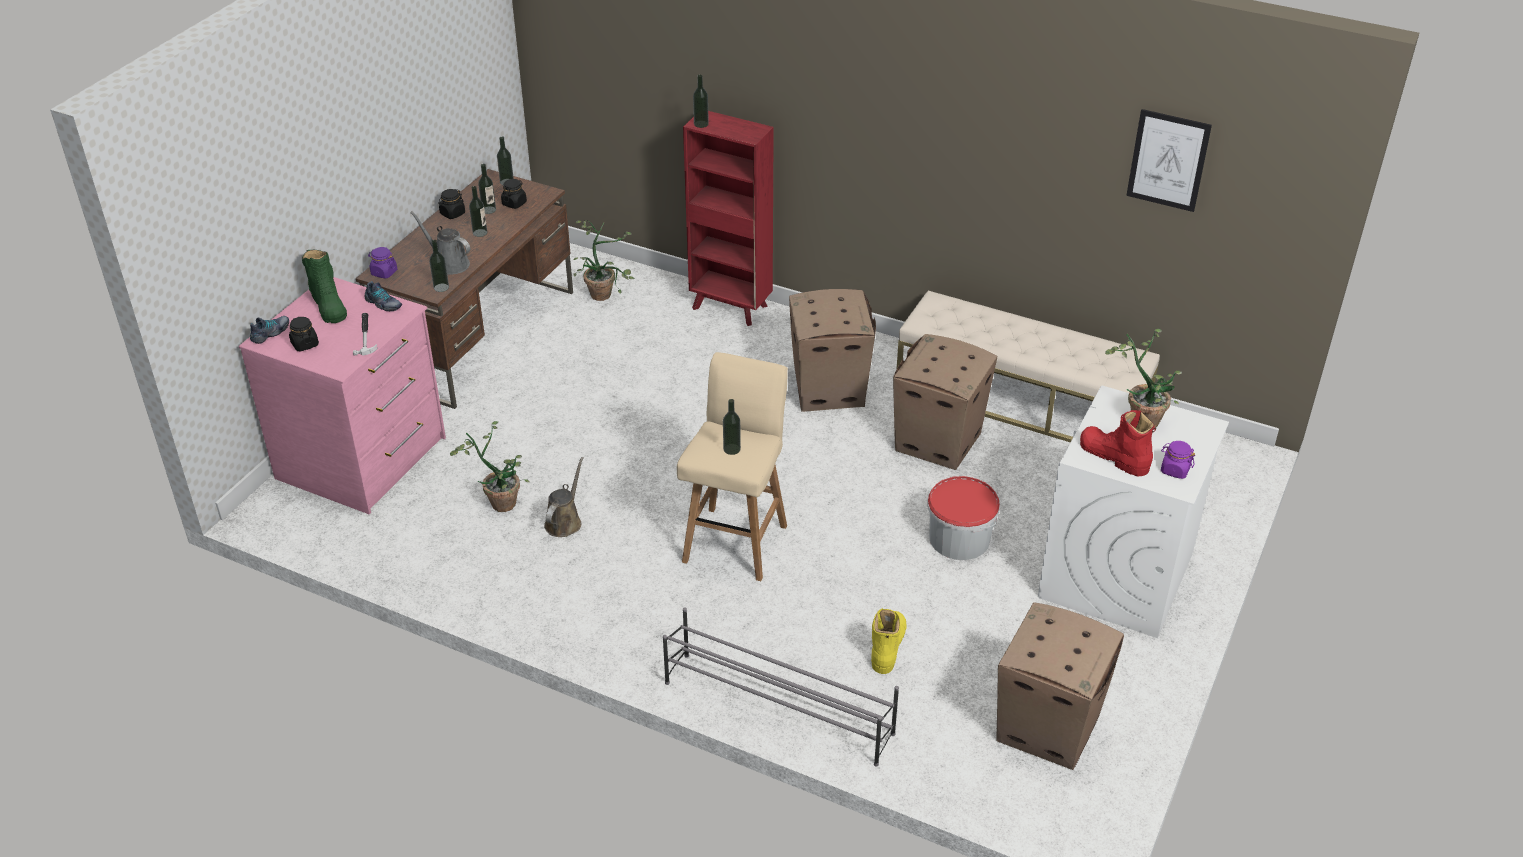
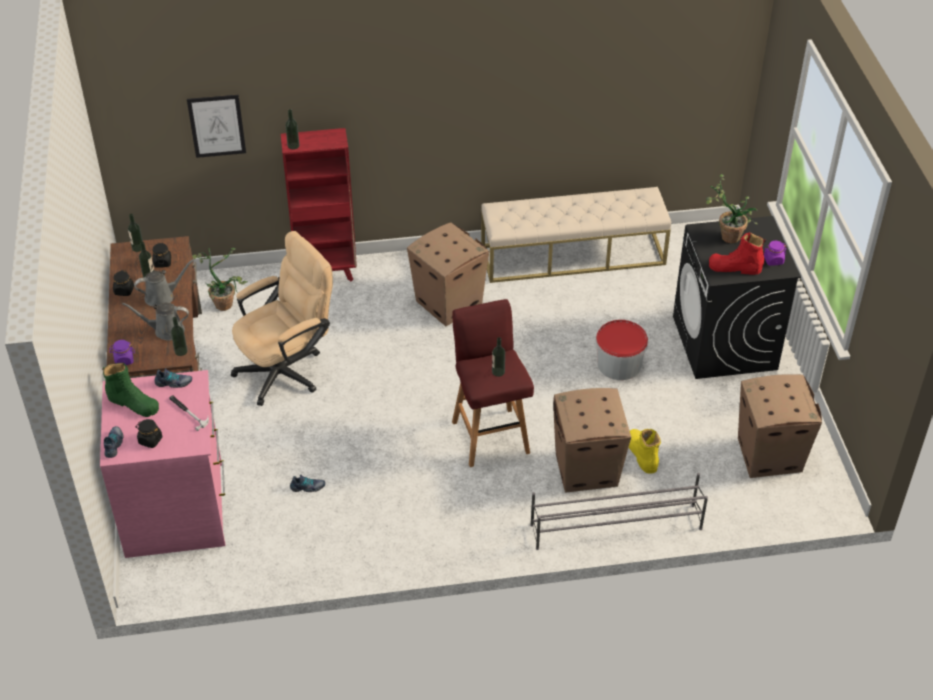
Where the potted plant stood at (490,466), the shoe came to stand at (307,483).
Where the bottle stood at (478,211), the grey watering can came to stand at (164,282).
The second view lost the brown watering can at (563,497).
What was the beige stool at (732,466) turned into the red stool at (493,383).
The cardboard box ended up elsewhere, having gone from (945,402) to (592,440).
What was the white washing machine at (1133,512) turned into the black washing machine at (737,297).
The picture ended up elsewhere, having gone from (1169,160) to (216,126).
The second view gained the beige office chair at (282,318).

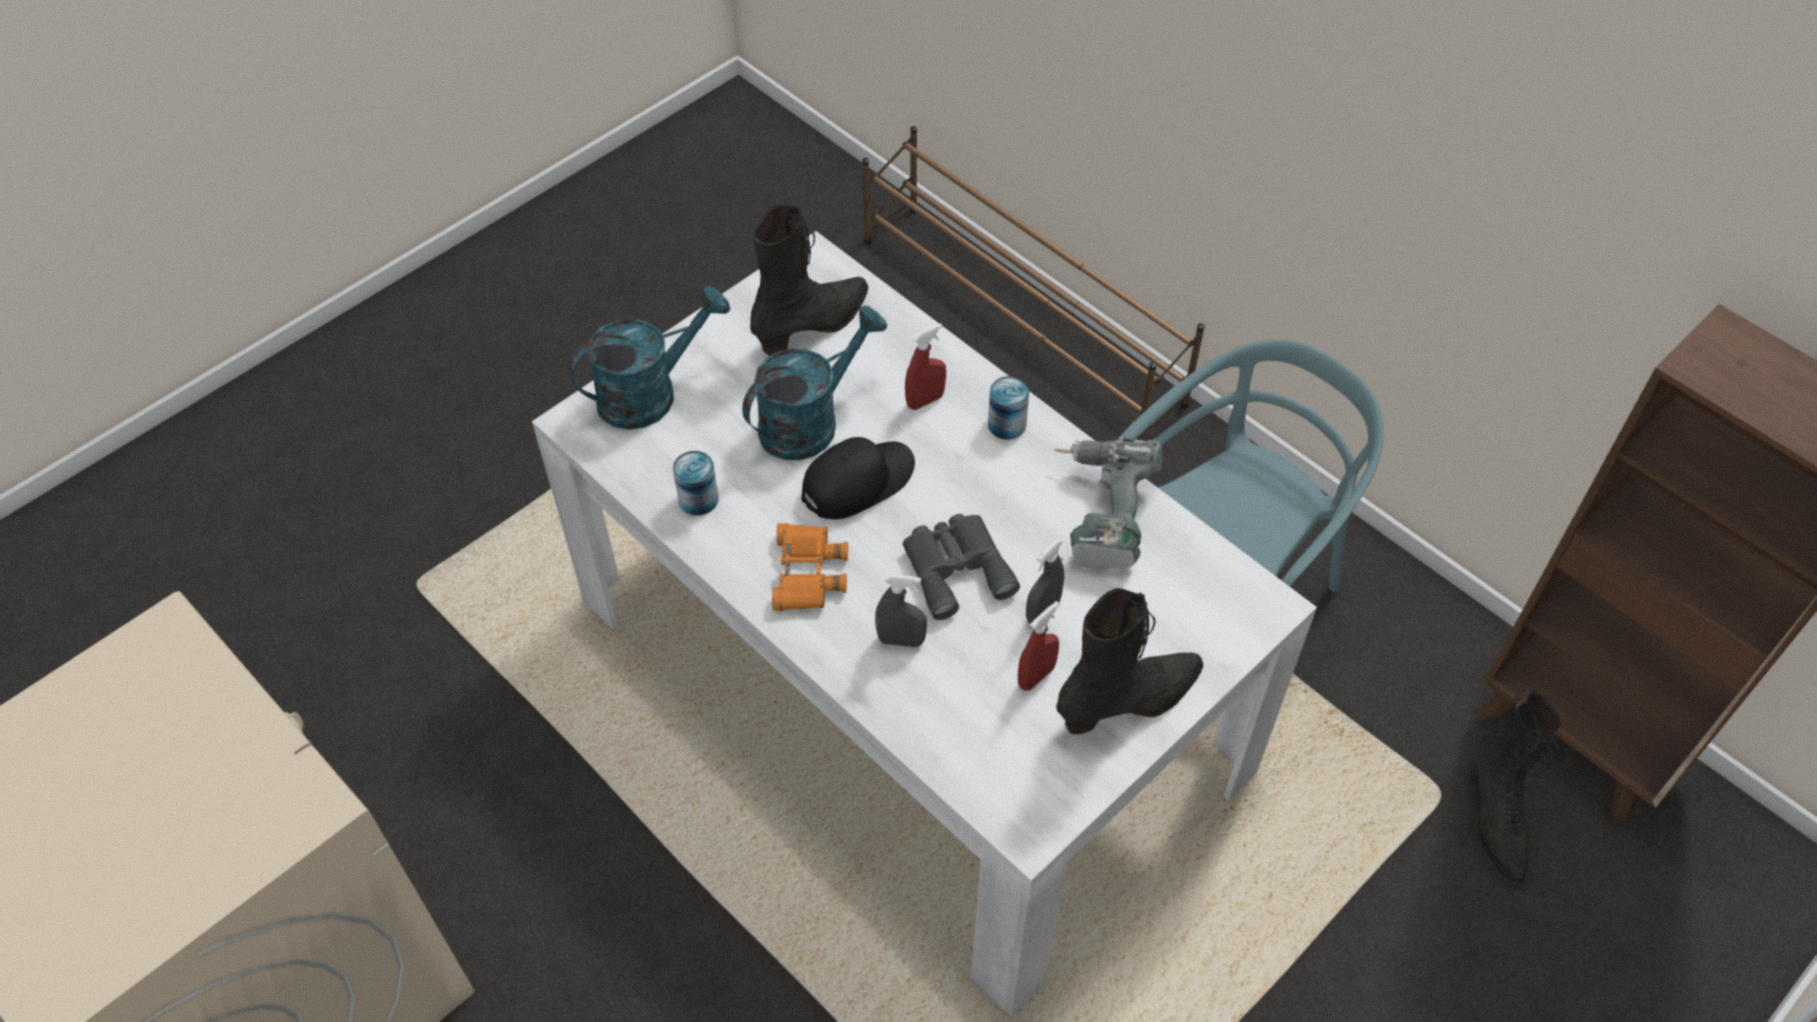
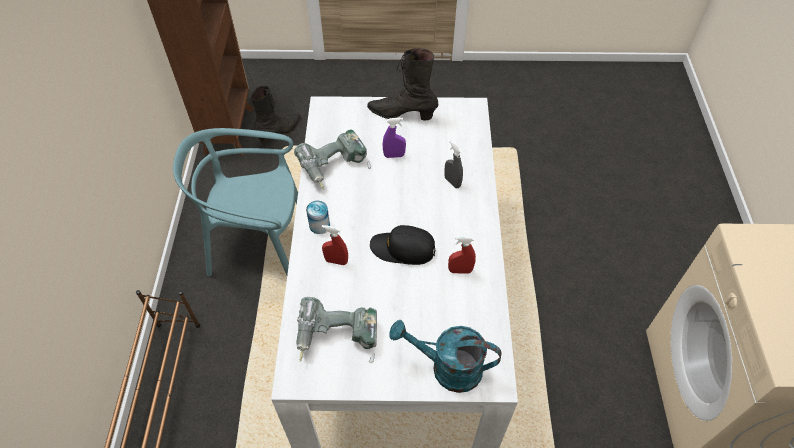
The second view lost the can at (696,483).
The second view lost the turquoise watering can at (814,382).
Where the black boot stood at (809,280), the power drill came to stand at (336,330).
The second view lost the orange binoculars at (810,567).
The second view lost the grey binoculars at (961,567).
The red spray bottle ended up elsewhere, having gone from (1038,646) to (462,255).
What was the grey spray bottle at (1045,581) turned into the purple spray bottle at (394,138).

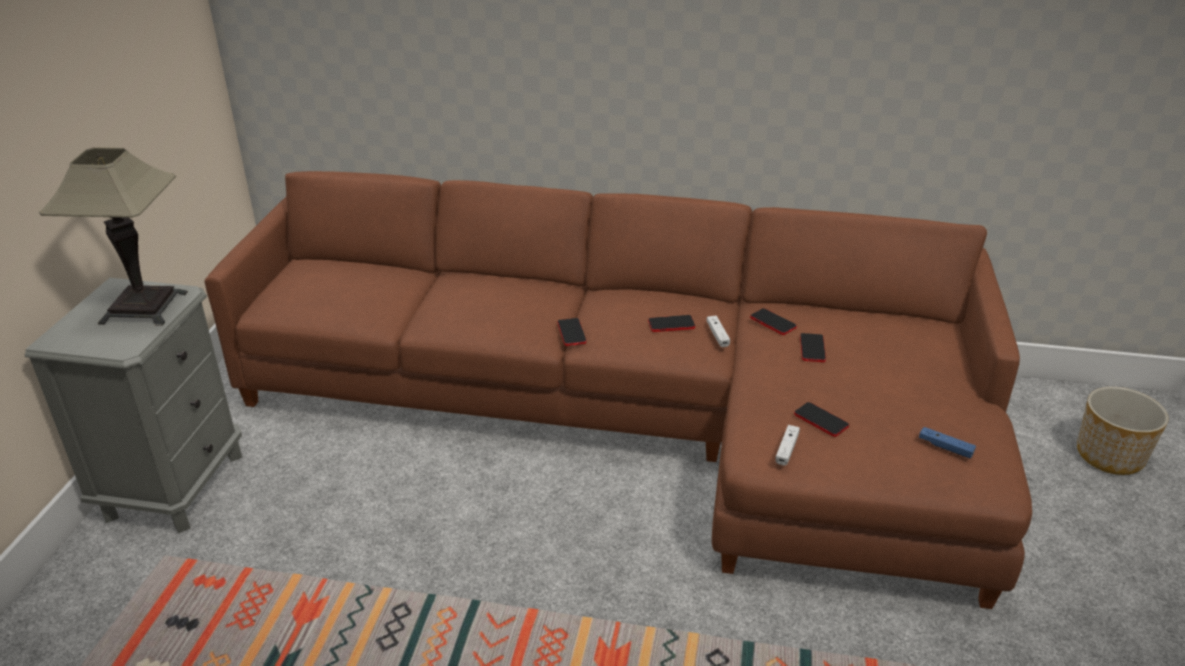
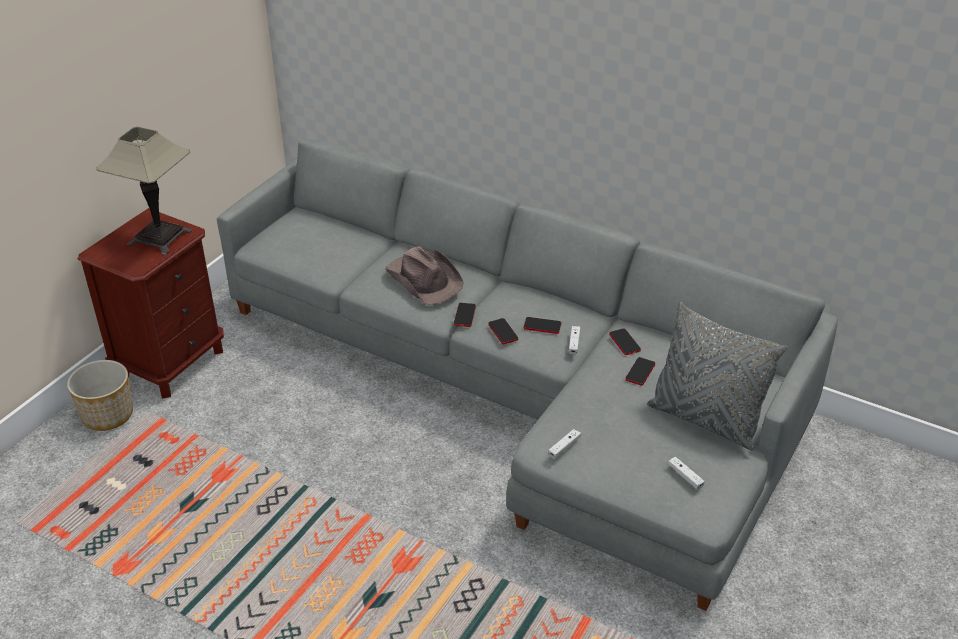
What was the grey nightstand at (133,405) turned into the brown nightstand at (151,303).
What was the brown sofa at (618,390) turned into the grey sofa at (527,375).
The phone ended up elsewhere, having gone from (821,419) to (503,331).
What was the blue game controller at (947,442) turned into the white game controller at (686,473).
The planter ended up elsewhere, having gone from (1123,431) to (100,395).
The second view gained the brown hat at (424,275).
The second view gained the grey pillow at (717,376).

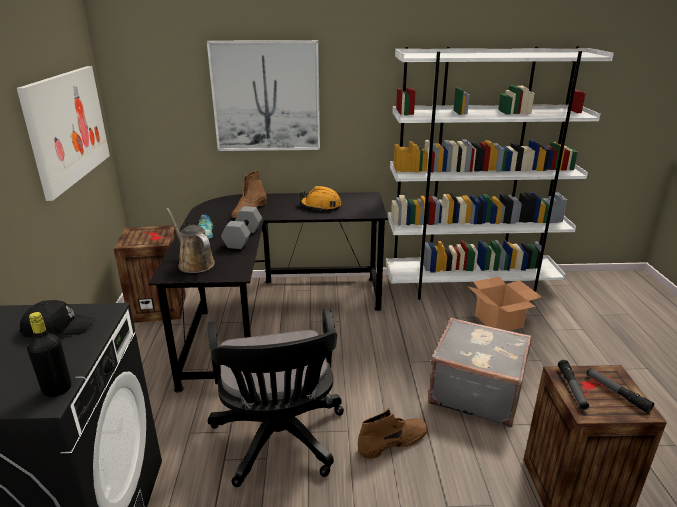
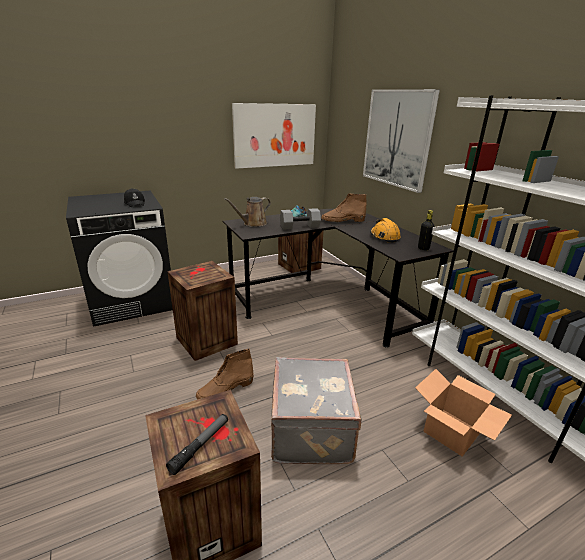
The black bottle ended up elsewhere, having gone from (49,354) to (426,230).
The brown watering can at (190,240) ended up facing another way, 150 degrees counterclockwise from before.
Where the black office chair stood at (276,397), the crate came to stand at (202,311).
The brown boot at (393,433) ended up facing another way, 105 degrees clockwise from before.
The second view lost the flashlight at (573,385).

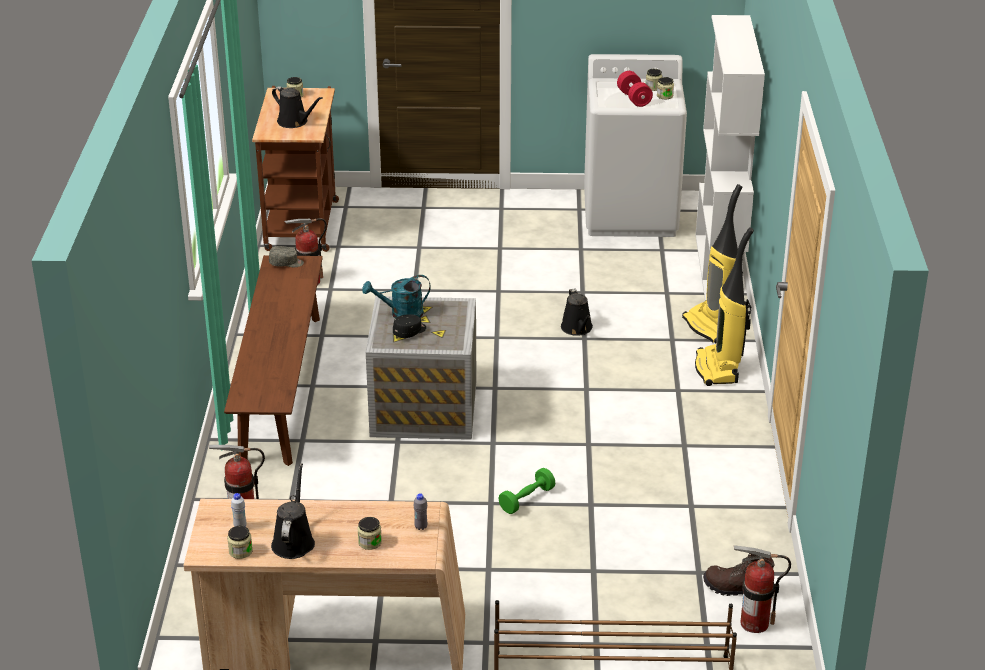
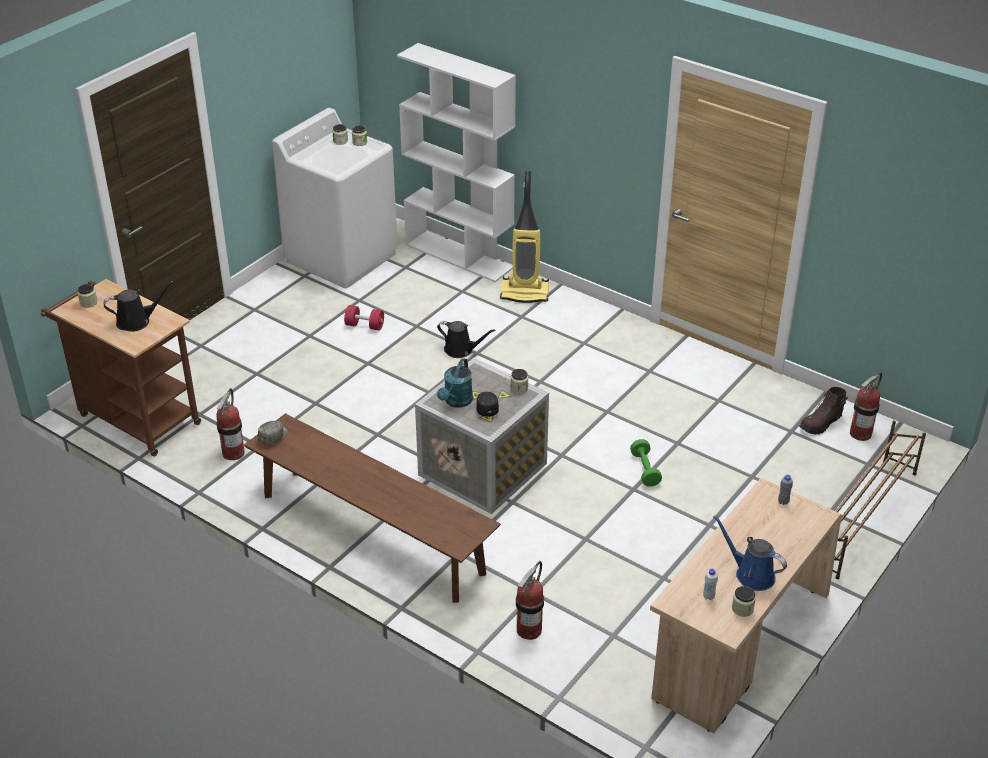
What was the black watering can at (293,511) turned into the blue watering can at (750,553).
The jar ended up elsewhere, having gone from (370,533) to (519,381).
The red dumbbell ended up elsewhere, having gone from (635,89) to (364,318).
The second view lost the vacuum cleaner at (724,306).

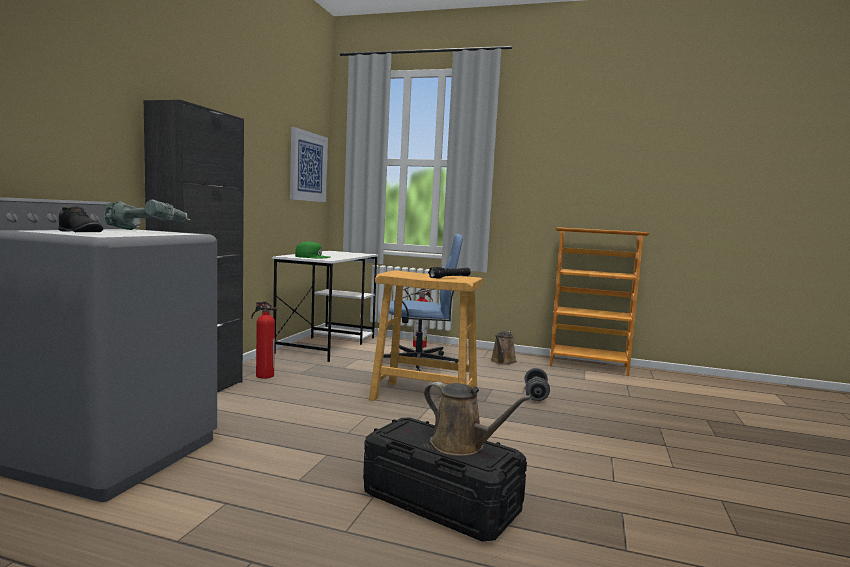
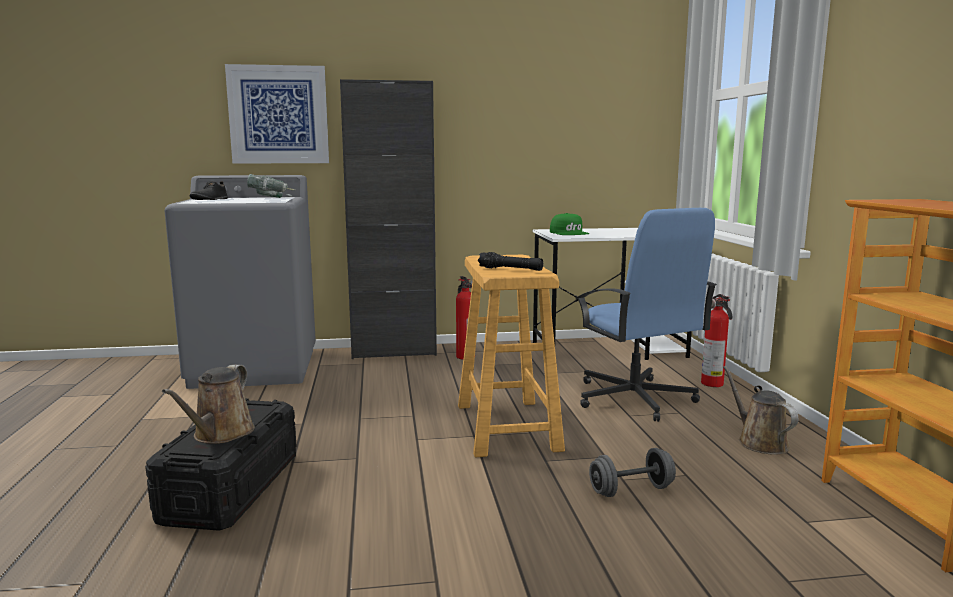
The picture ended up elsewhere, having gone from (309,164) to (277,113).
The brown watering can at (503,347) ended up facing another way, 75 degrees clockwise from before.

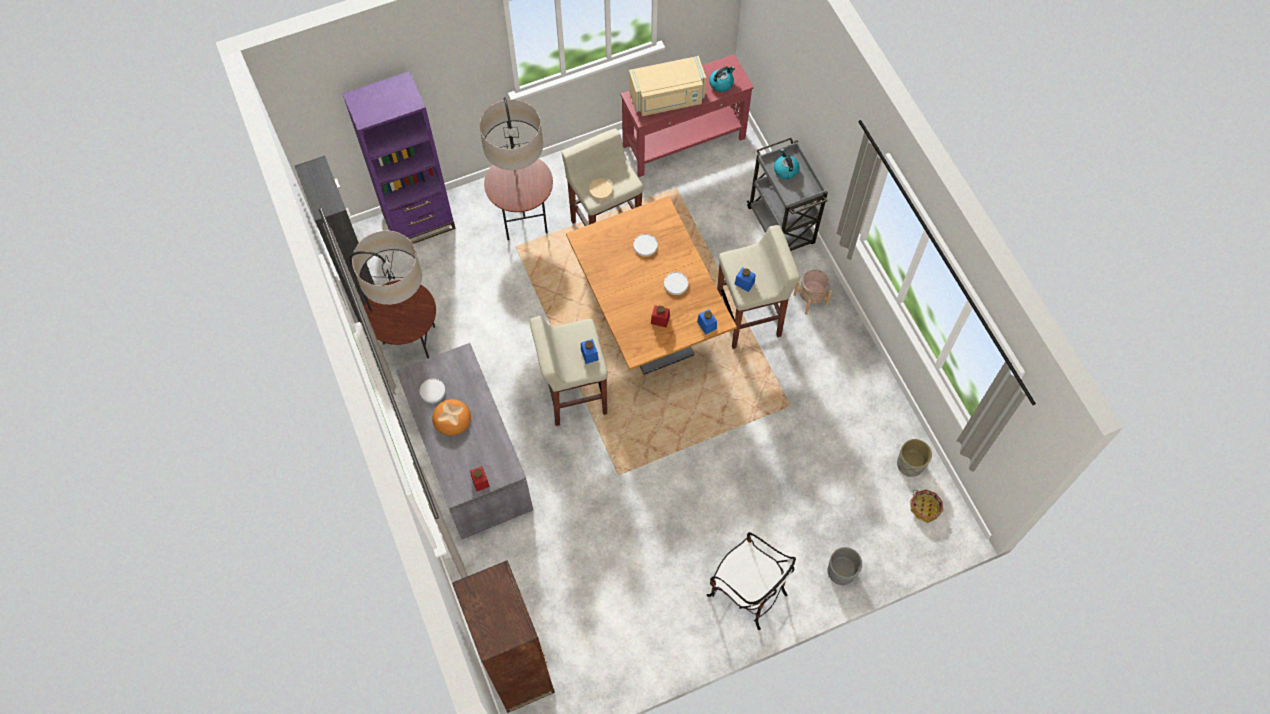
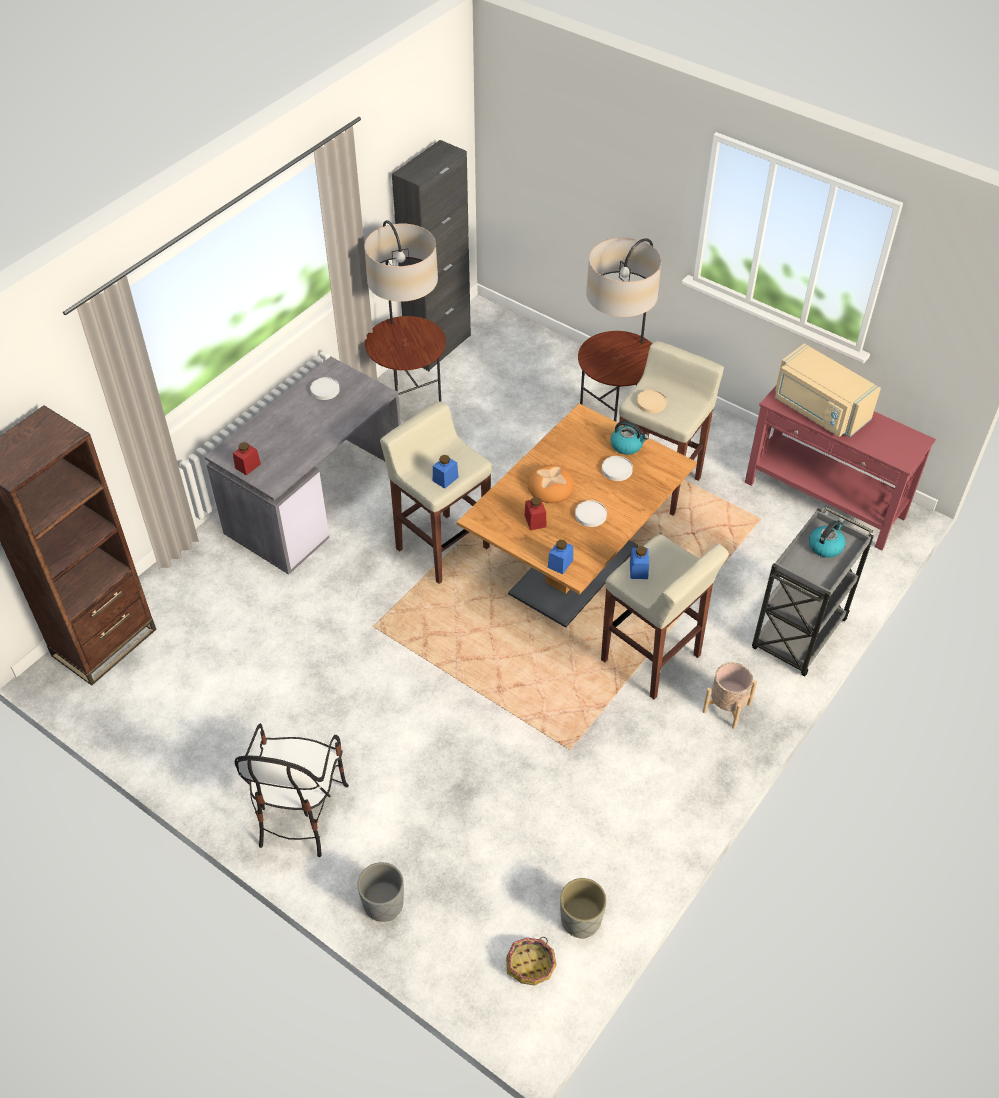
The second view lost the purple bookcase at (399,157).
The bread ended up elsewhere, having gone from (451,417) to (551,484).
The kettle ended up elsewhere, having gone from (722,79) to (630,438).

